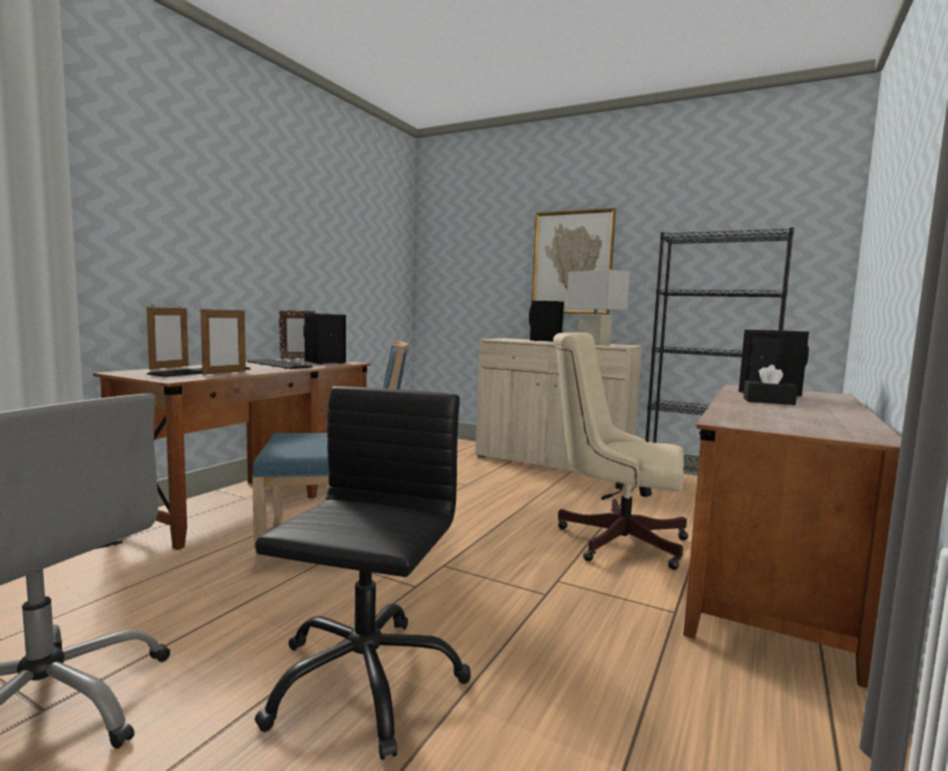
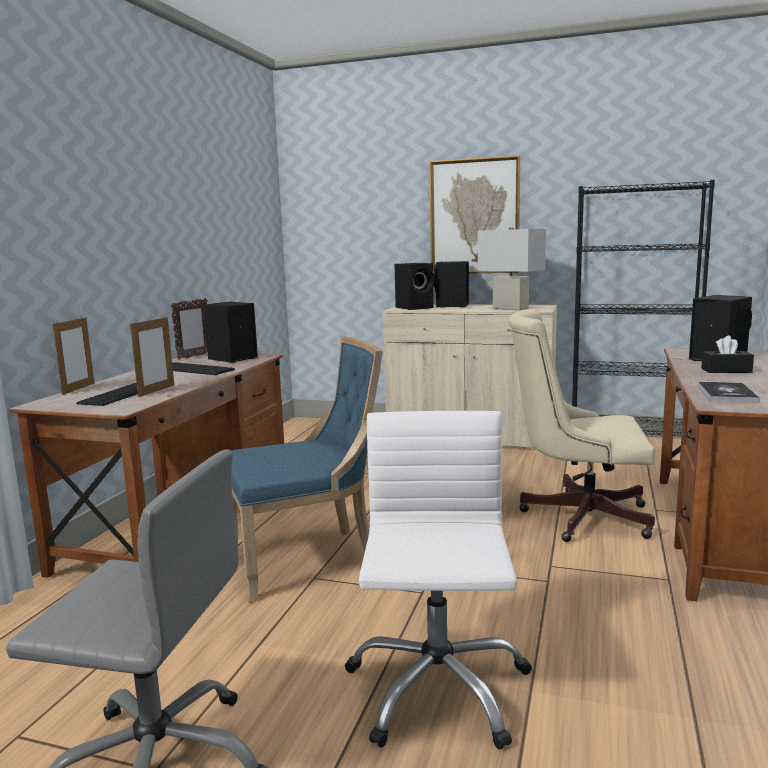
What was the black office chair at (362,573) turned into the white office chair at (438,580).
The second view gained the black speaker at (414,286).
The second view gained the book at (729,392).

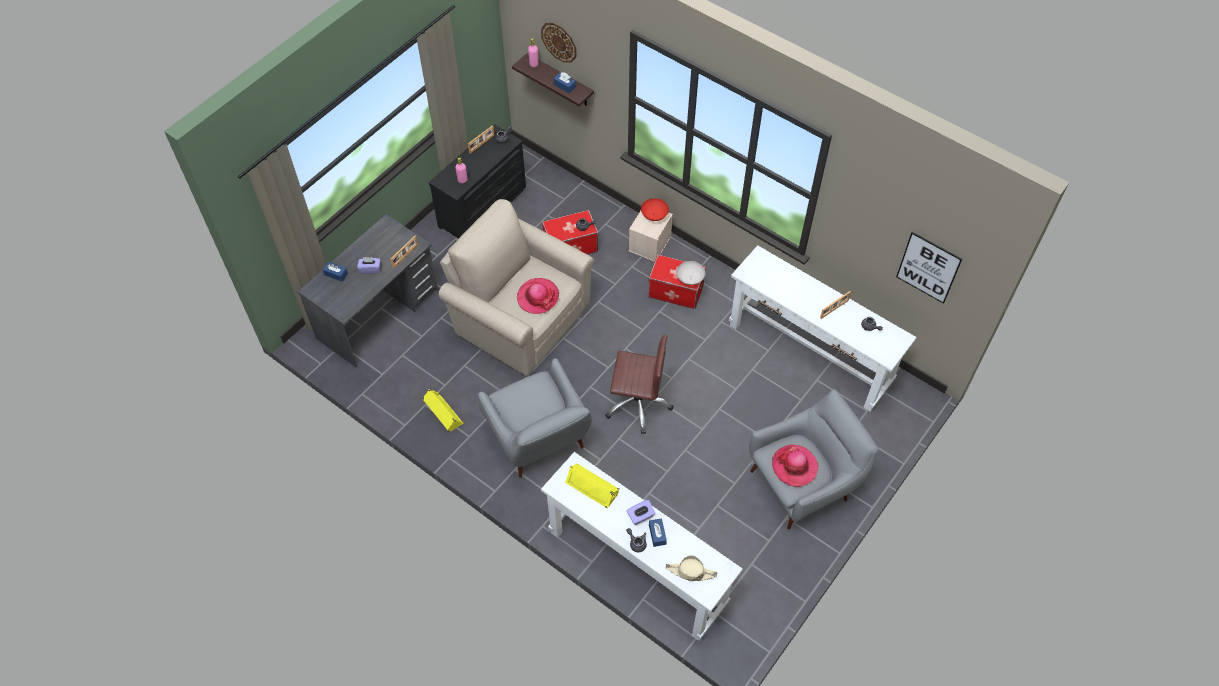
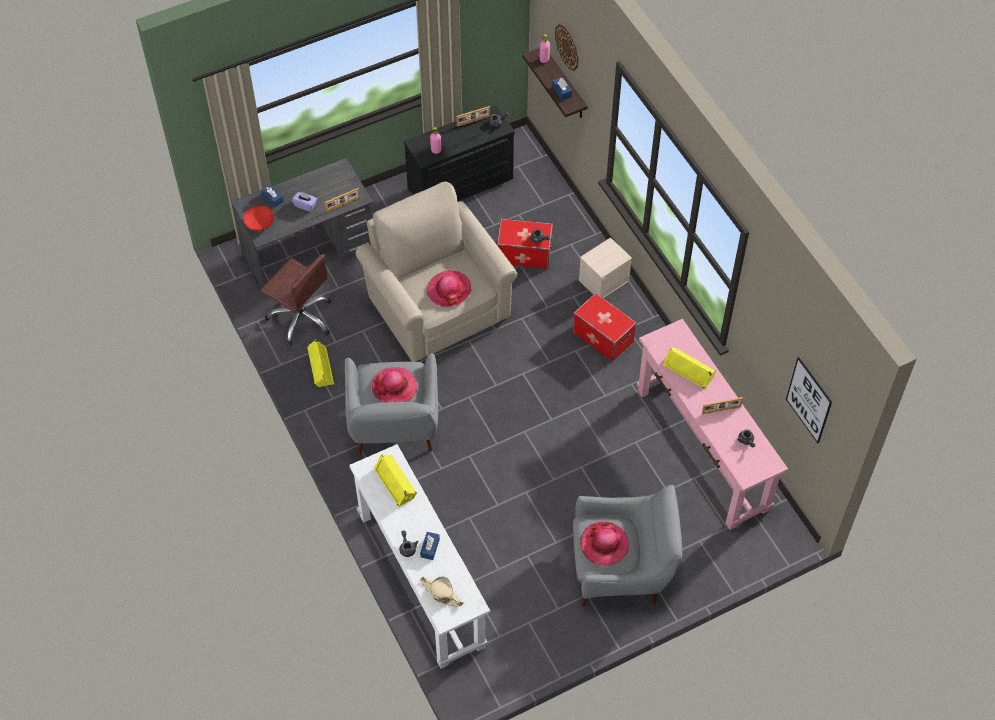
The brown office chair ended up elsewhere, having gone from (639,384) to (296,300).
The second view lost the purple tissue box at (641,512).
The red bowl ended up elsewhere, having gone from (655,209) to (258,218).
The second view lost the white bowl at (690,273).
What was the white console table at (823,328) turned into the pink console table at (712,424).
The second view gained the hat at (394,384).
The second view gained the yellow speaker at (689,368).

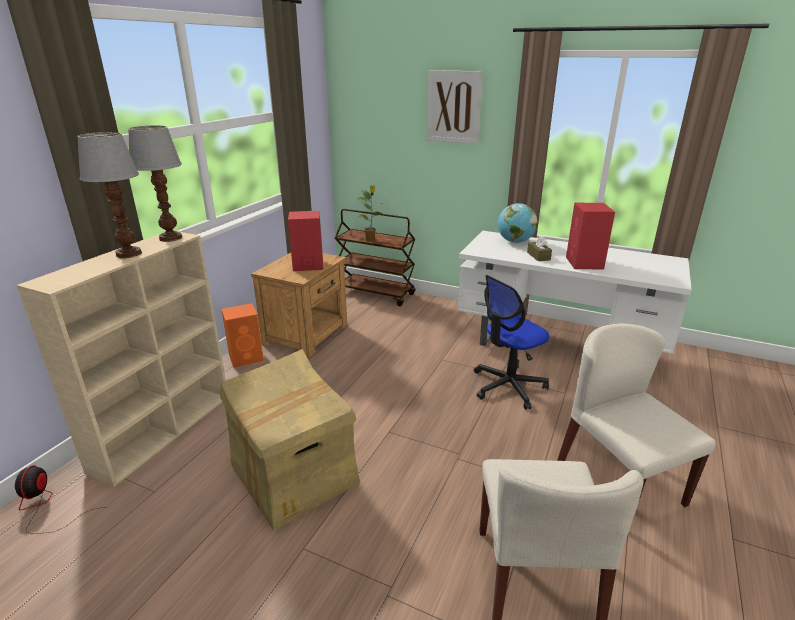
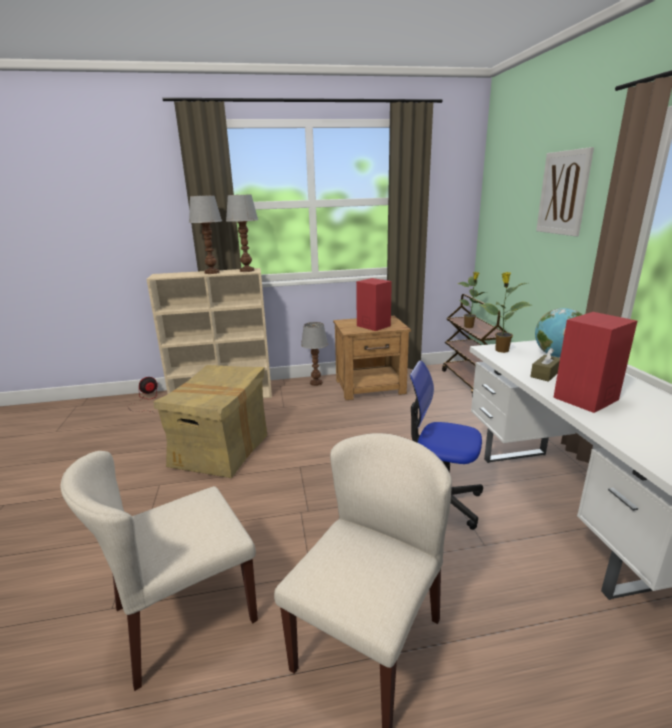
Where the orange speaker stood at (242,335), the table lamp came to stand at (314,354).
The second view gained the potted plant at (506,312).

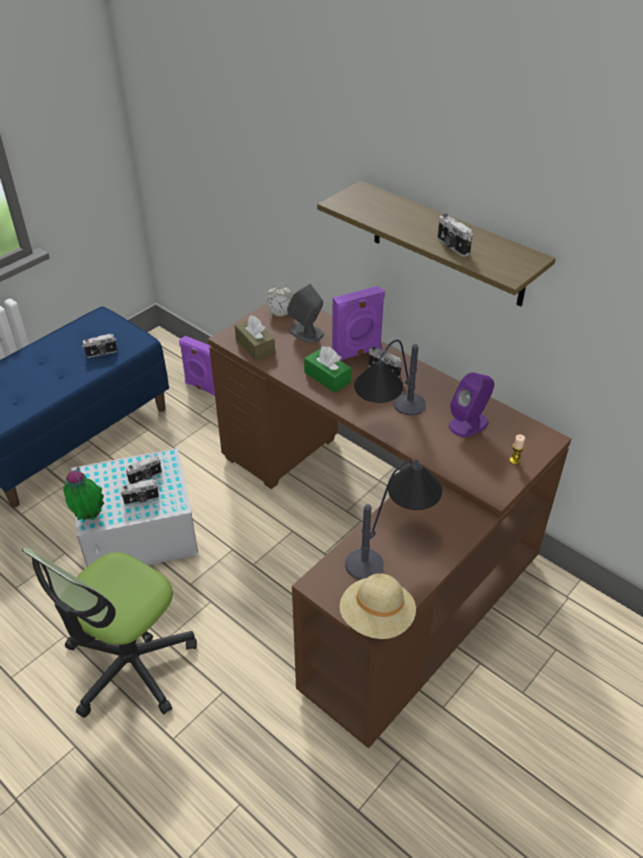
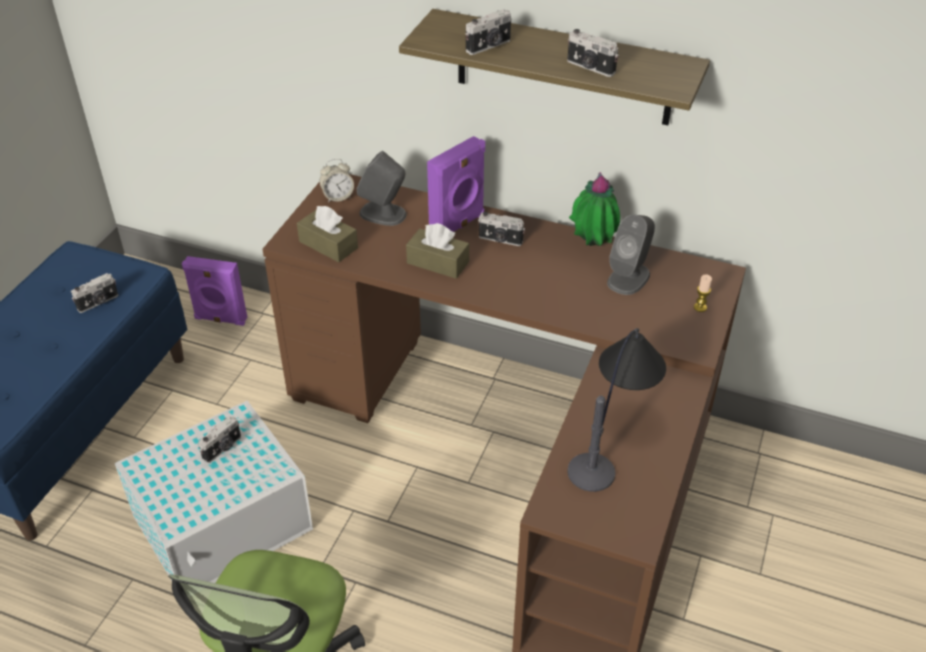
The potted plant ended up elsewhere, having gone from (83,493) to (594,209).
The photo camera ended up elsewhere, having gone from (139,492) to (488,32).
What was the green tissue box at (327,369) turned into the brown tissue box at (437,251).
The second view lost the beige hat at (377,606).
The second view lost the table lamp at (390,377).
What was the purple speaker at (471,404) turned into the grey speaker at (631,255).

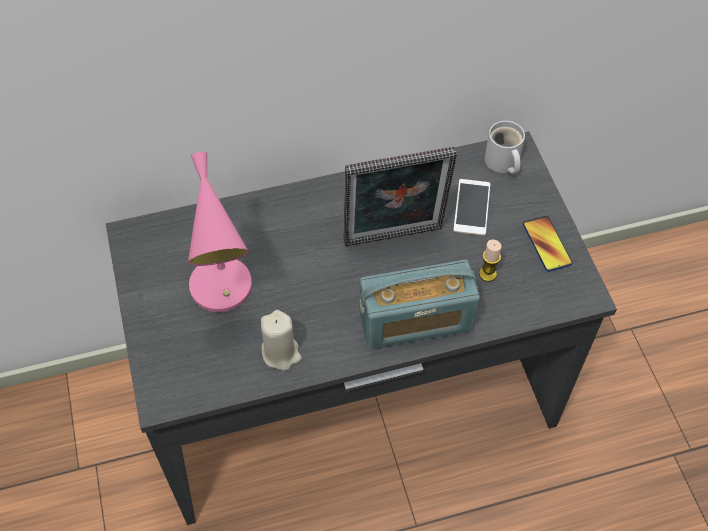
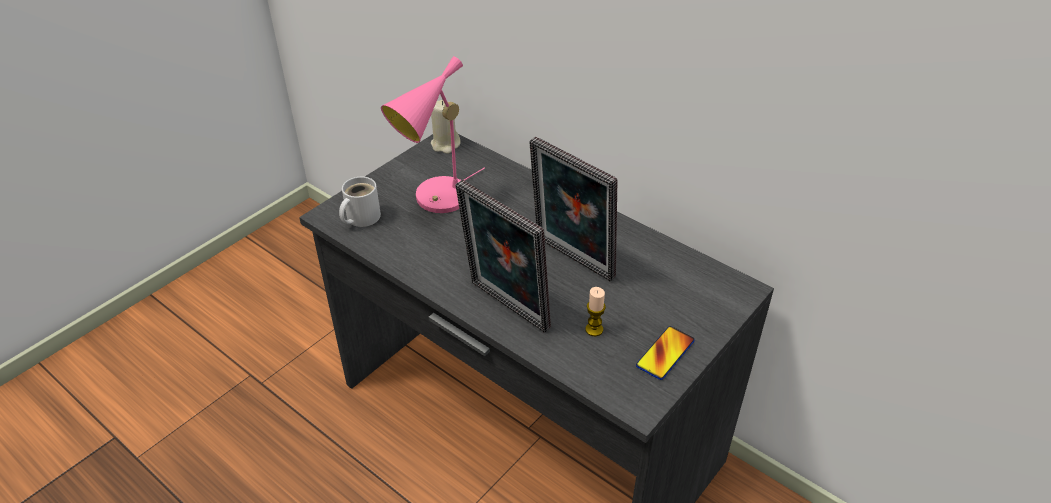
The beige candle ended up elsewhere, having gone from (281,340) to (446,127).
Where the radio stood at (419,304), the picture frame came to stand at (503,256).
The second view lost the phone at (471,207).
The white mug ended up elsewhere, having gone from (505,147) to (360,202).

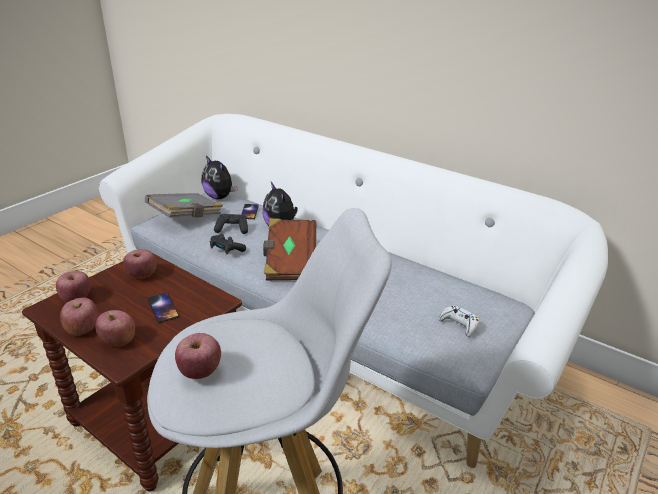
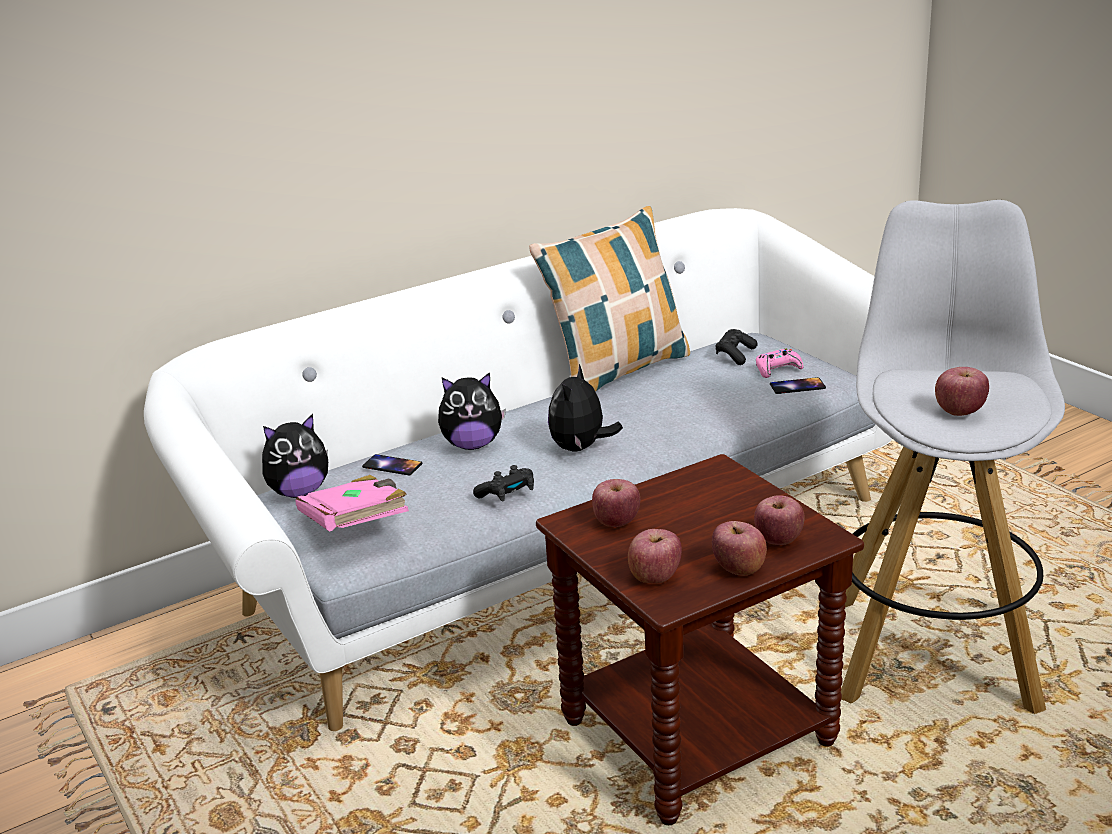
What was the grey book at (184,205) turned into the pink book at (352,503).
The phone ended up elsewhere, having gone from (163,308) to (798,385).
The black game controller ended up elsewhere, having gone from (231,224) to (736,347).
Where the brown book stood at (289,249), the plush toy came to stand at (585,407).
What was the white game controller at (459,321) turned into the pink game controller at (779,363).
The second view gained the pillow at (609,299).

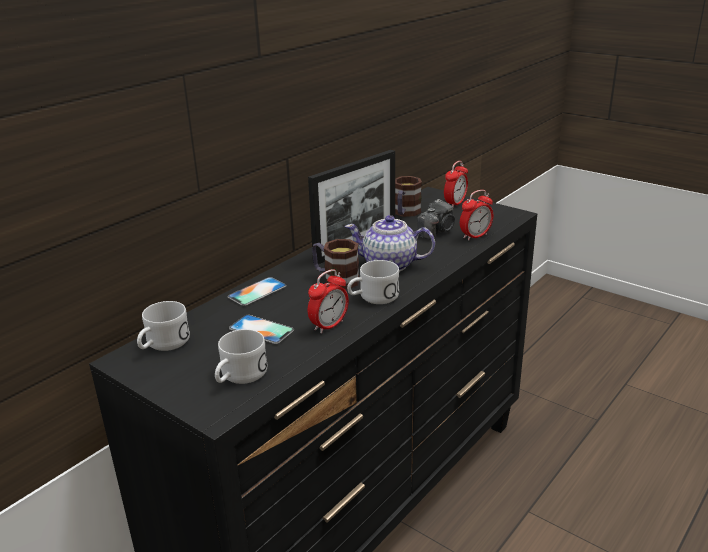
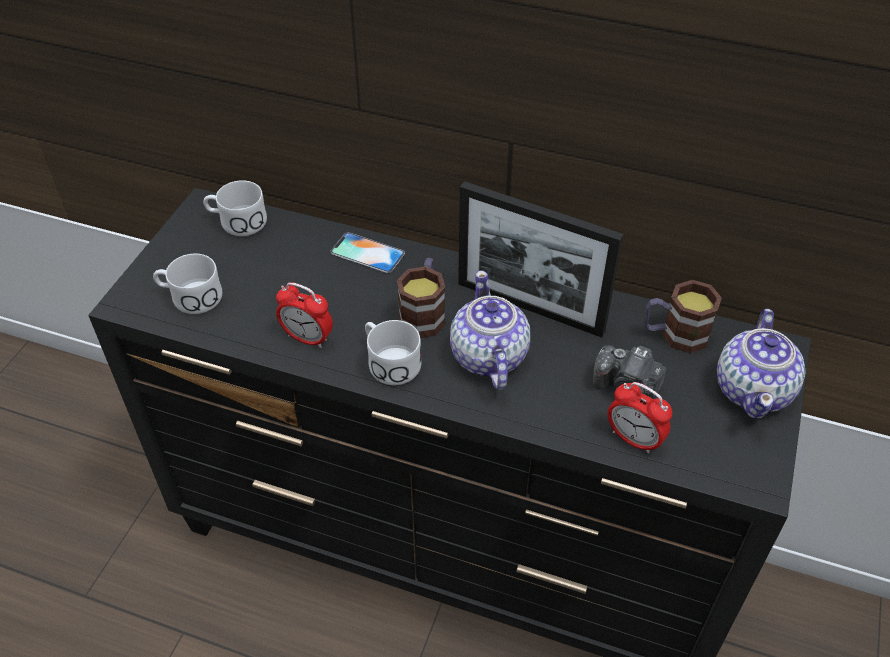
The second view lost the phone at (261,329).
Where the alarm clock stood at (456,184), the teapot came to stand at (761,364).

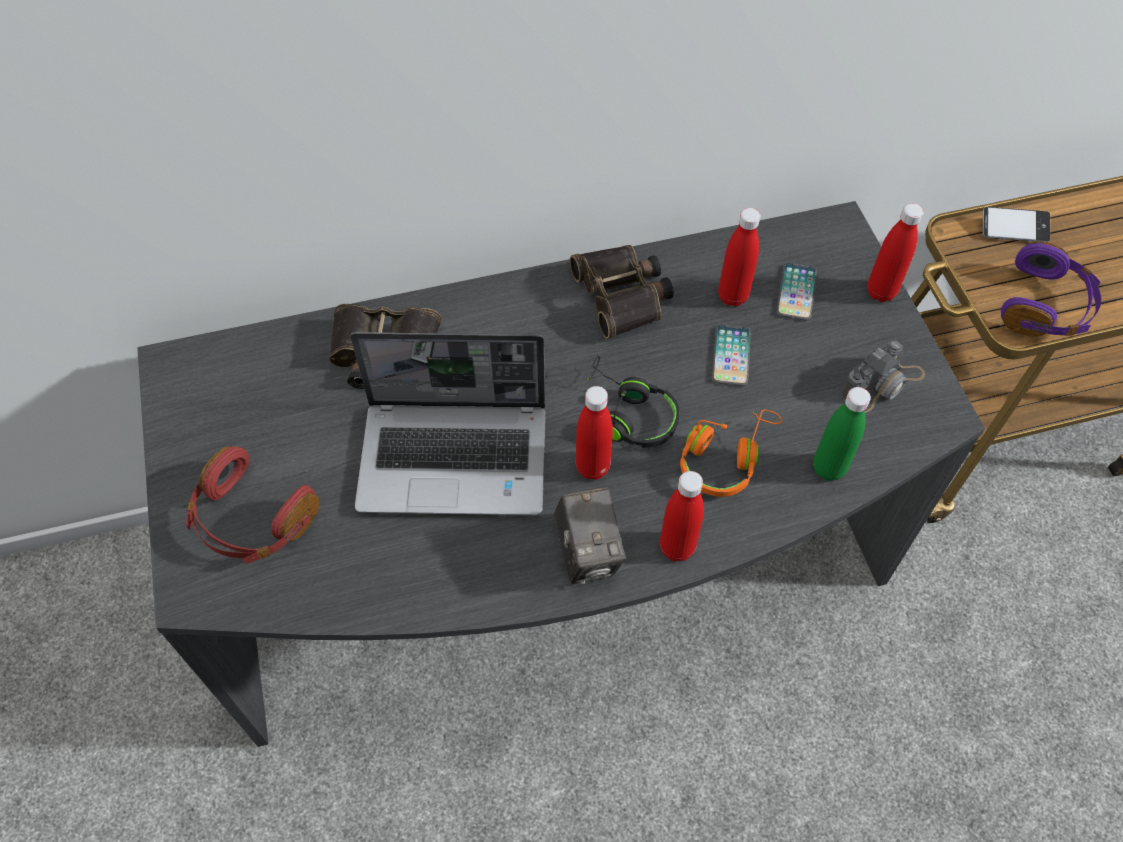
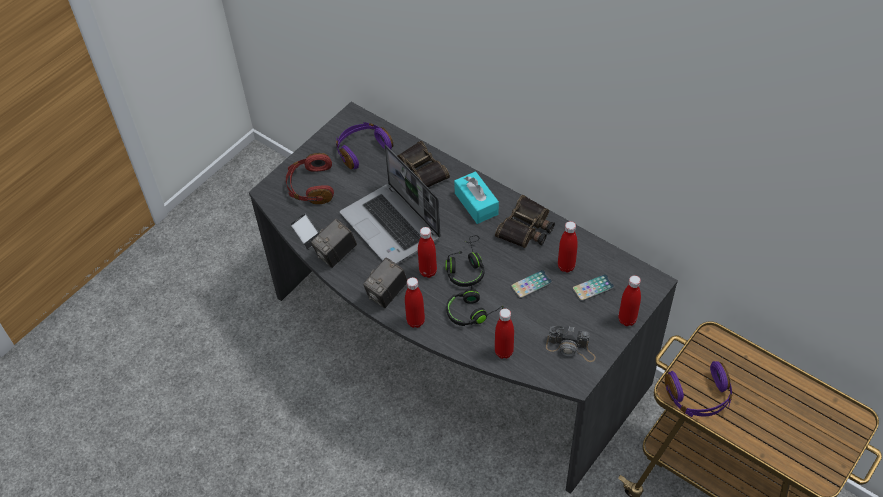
What was the orange headphones at (731,453) turned into the black headphones at (475,306).
What was the green bottle at (842,434) turned into the red bottle at (504,333).
The phone ended up elsewhere, having gone from (1016,224) to (305,232).
The second view gained the photo camera at (334,243).
The second view gained the purple headphones at (364,145).
The second view gained the turquoise tissue box at (476,197).

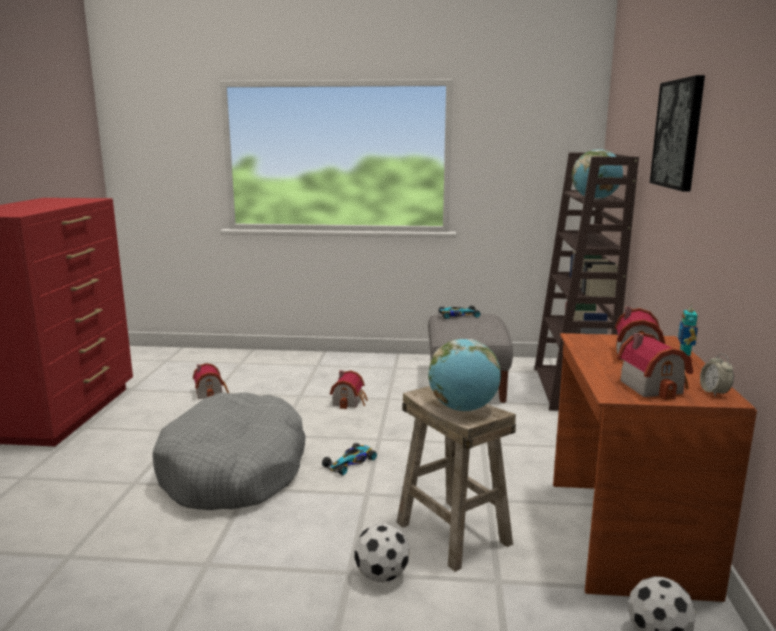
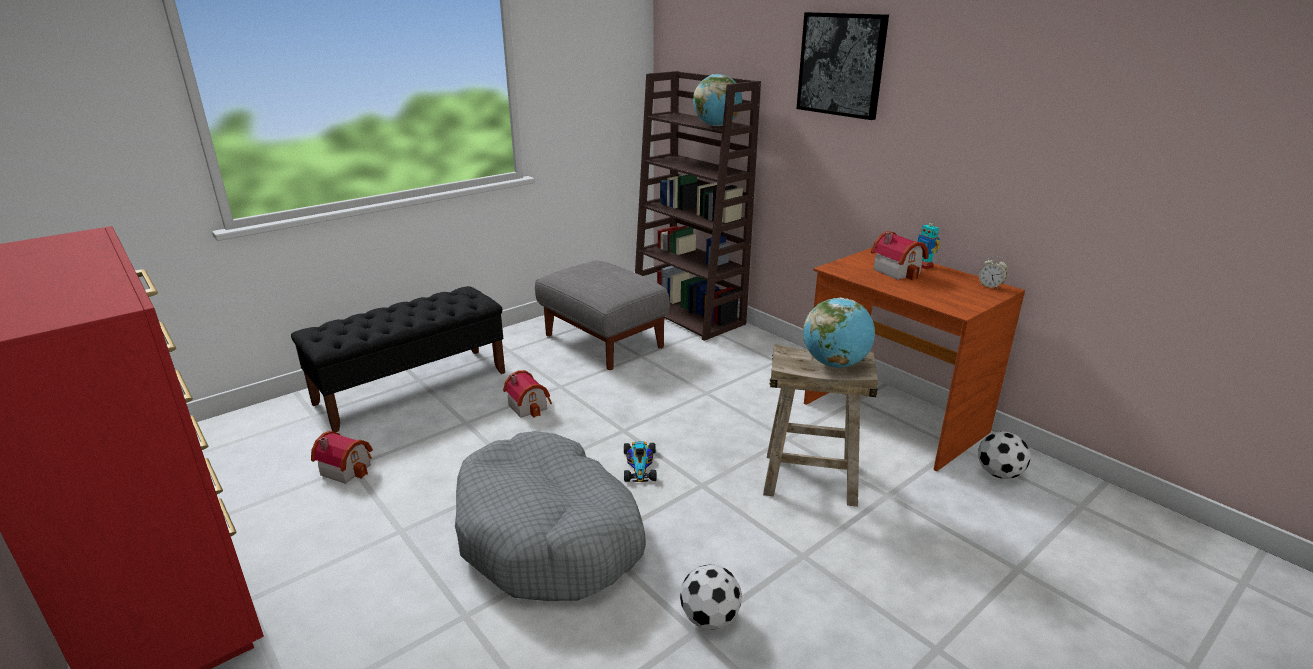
The football ended up elsewhere, having gone from (382,553) to (711,597).
The second view lost the toy car at (459,312).
The second view lost the toy house at (655,366).
The second view gained the black bench at (398,359).

